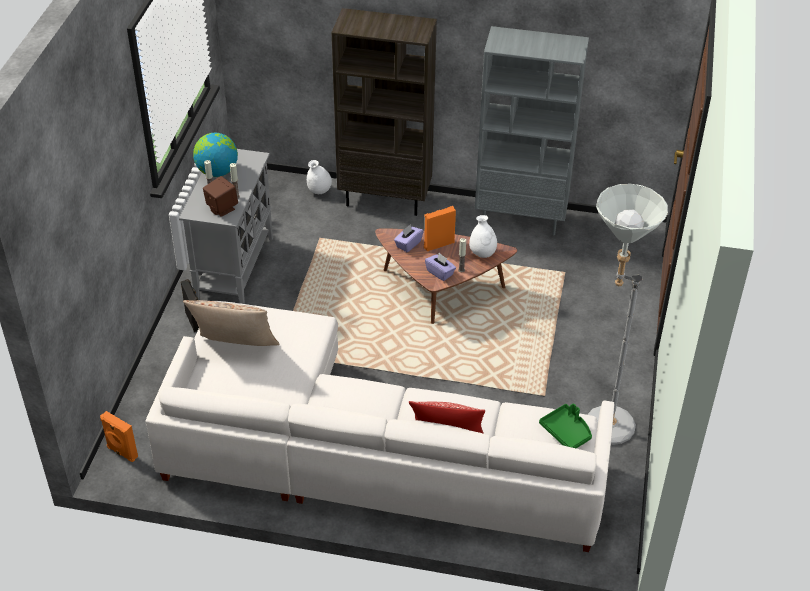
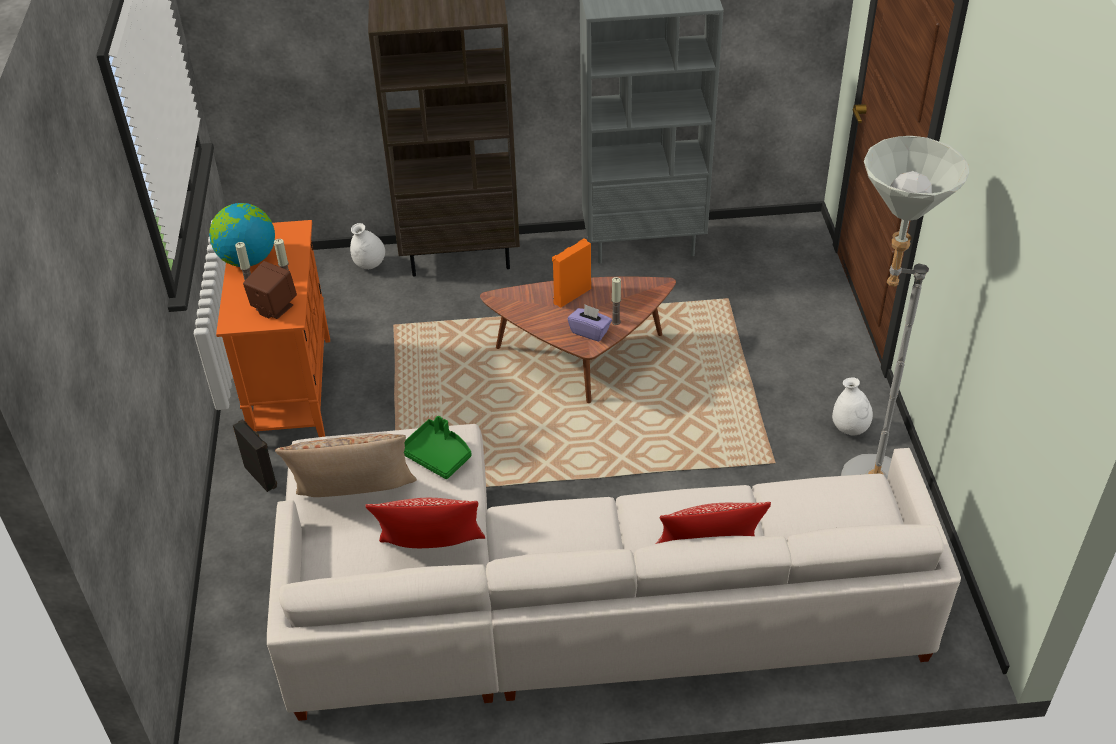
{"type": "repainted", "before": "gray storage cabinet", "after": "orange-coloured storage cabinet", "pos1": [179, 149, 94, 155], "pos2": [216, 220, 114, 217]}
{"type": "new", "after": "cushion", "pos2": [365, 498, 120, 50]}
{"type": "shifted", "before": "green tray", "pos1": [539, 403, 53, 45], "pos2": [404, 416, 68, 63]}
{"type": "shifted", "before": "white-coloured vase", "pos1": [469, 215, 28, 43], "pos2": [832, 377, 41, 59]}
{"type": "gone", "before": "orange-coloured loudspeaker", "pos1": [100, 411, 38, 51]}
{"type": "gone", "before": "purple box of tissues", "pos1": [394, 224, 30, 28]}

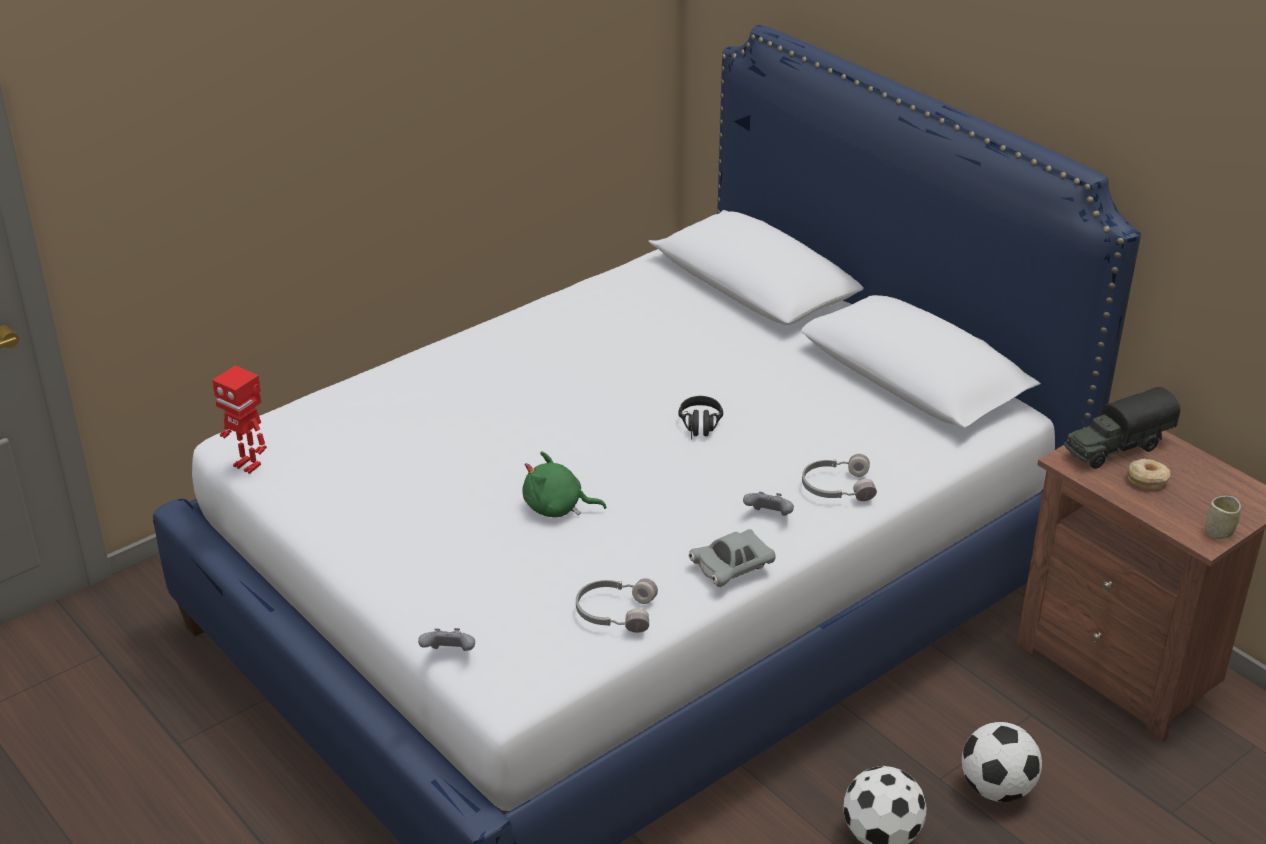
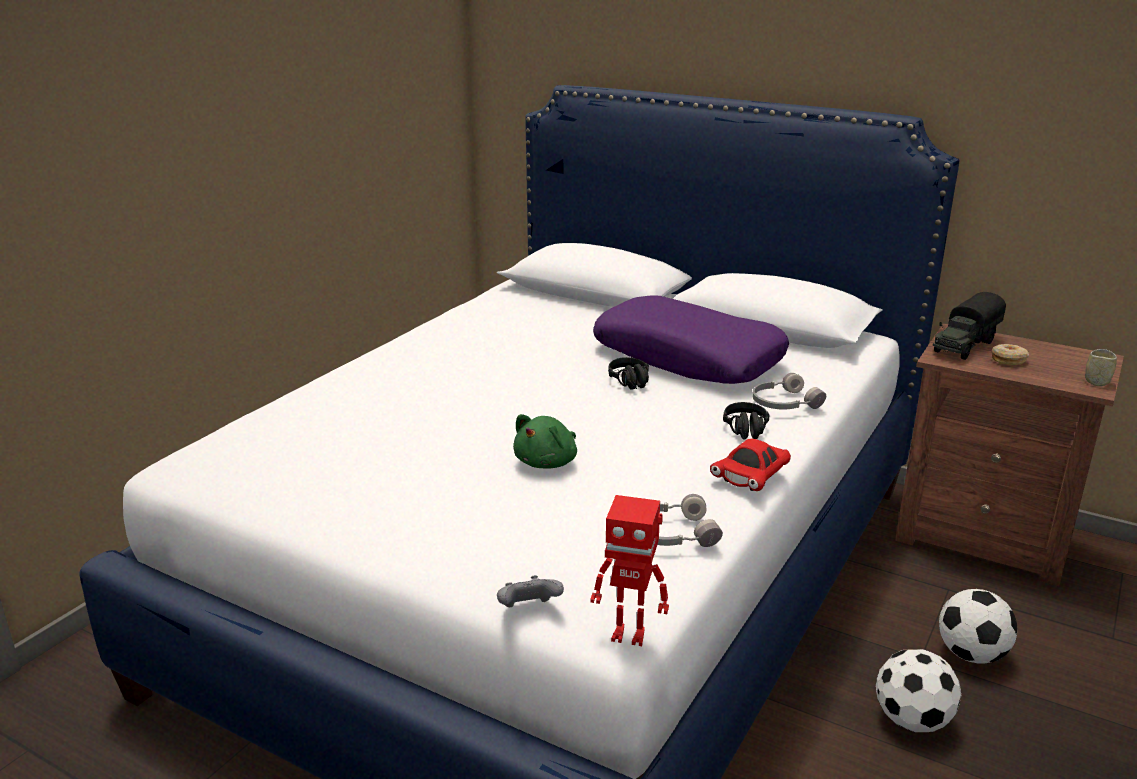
{"type": "rotated", "before": "green cuddly toy", "pos1": [522, 451, 84, 67], "pos2": [513, 414, 64, 55], "turn": -45}
{"type": "shifted", "before": "model robot", "pos1": [212, 365, 55, 109], "pos2": [590, 495, 79, 151]}
{"type": "new", "after": "purple cushion", "pos2": [593, 295, 196, 89]}
{"type": "repainted", "before": "gray toy car", "after": "reddish toy car", "pos1": [689, 529, 87, 58], "pos2": [710, 439, 81, 52]}
{"type": "swapped", "before": "gray gamepad", "after": "black headphones", "pos1": [743, 492, 51, 24], "pos2": [723, 402, 47, 38]}

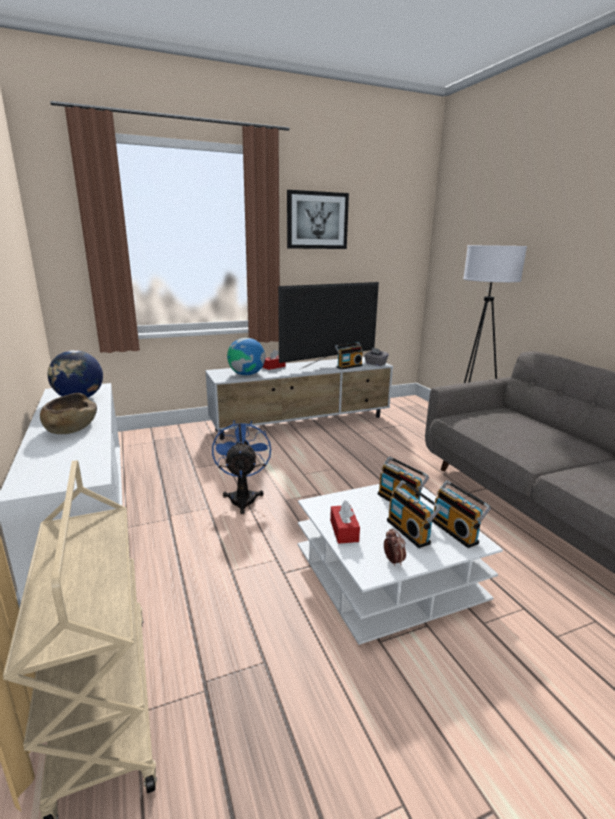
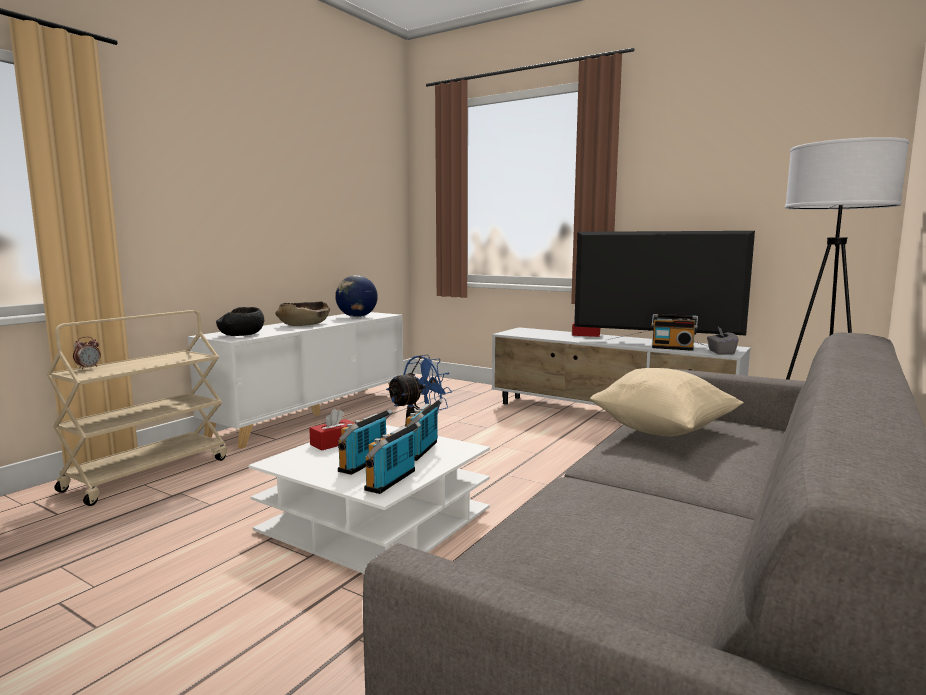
{"type": "shifted", "before": "table clock", "pos1": [384, 529, 22, 37], "pos2": [73, 336, 28, 33]}
{"type": "new", "after": "black bowl", "pos2": [216, 307, 48, 29]}
{"type": "new", "after": "sand-coloured cushion", "pos2": [590, 368, 154, 68]}
{"type": "gone", "before": "desk globe", "pos1": [227, 338, 38, 37]}
{"type": "gone", "before": "picture", "pos1": [287, 190, 62, 59]}

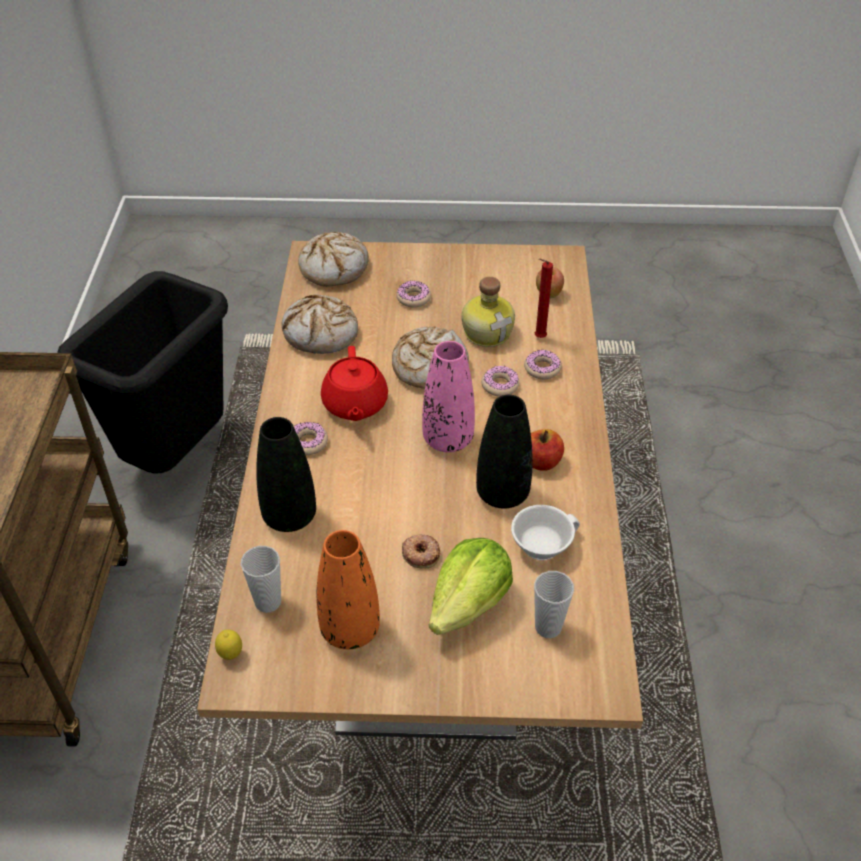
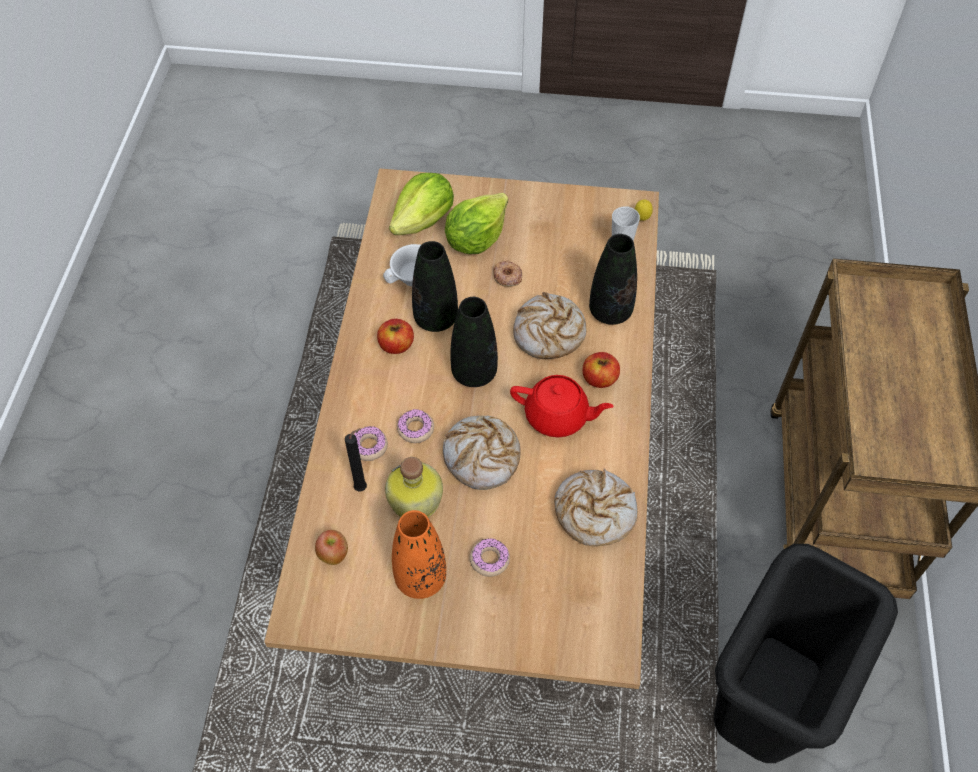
{"type": "repainted", "before": "reddish wax light", "after": "black wax light", "pos1": [535, 259, 18, 79], "pos2": [345, 428, 22, 64]}
{"type": "swapped", "before": "small cup", "after": "head of lettuce", "pos1": [534, 571, 40, 67], "pos2": [389, 173, 65, 62]}
{"type": "shifted", "before": "orange-coloured vase", "pos1": [316, 530, 64, 119], "pos2": [392, 510, 54, 89]}
{"type": "repainted", "before": "pink-coloured vase", "after": "black vase", "pos1": [422, 341, 53, 111], "pos2": [450, 297, 48, 90]}
{"type": "rotated", "before": "reddish teapot", "pos1": [321, 346, 67, 75], "pos2": [510, 375, 104, 62], "turn": 105}
{"type": "shifted", "before": "baked bread", "pos1": [298, 232, 71, 55], "pos2": [513, 292, 73, 67]}
{"type": "swapped", "before": "donut", "after": "apple", "pos1": [294, 422, 34, 33], "pos2": [582, 352, 38, 36]}

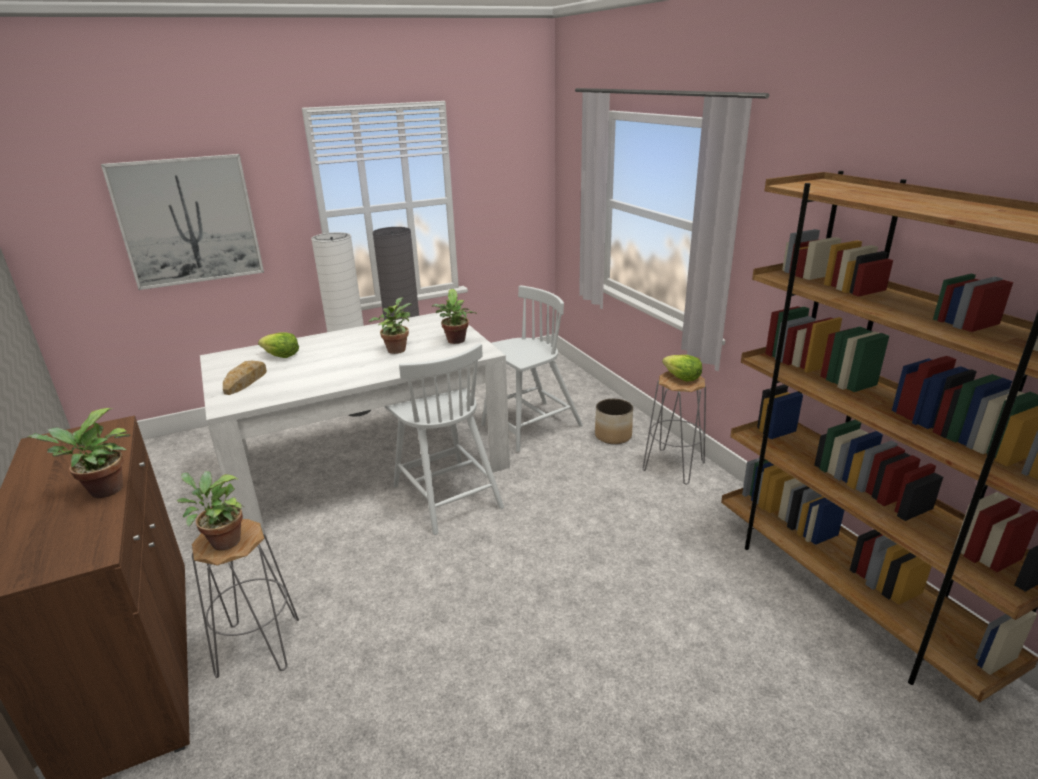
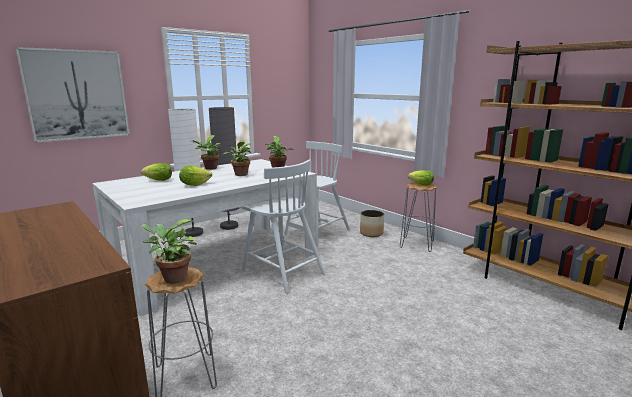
{"type": "new", "after": "head of lettuce", "pos2": [179, 165, 33, 21]}
{"type": "shifted", "before": "houseplant", "pos1": [27, 408, 104, 90], "pos2": [193, 135, 28, 35]}
{"type": "gone", "before": "baked bread", "pos1": [223, 361, 44, 34]}

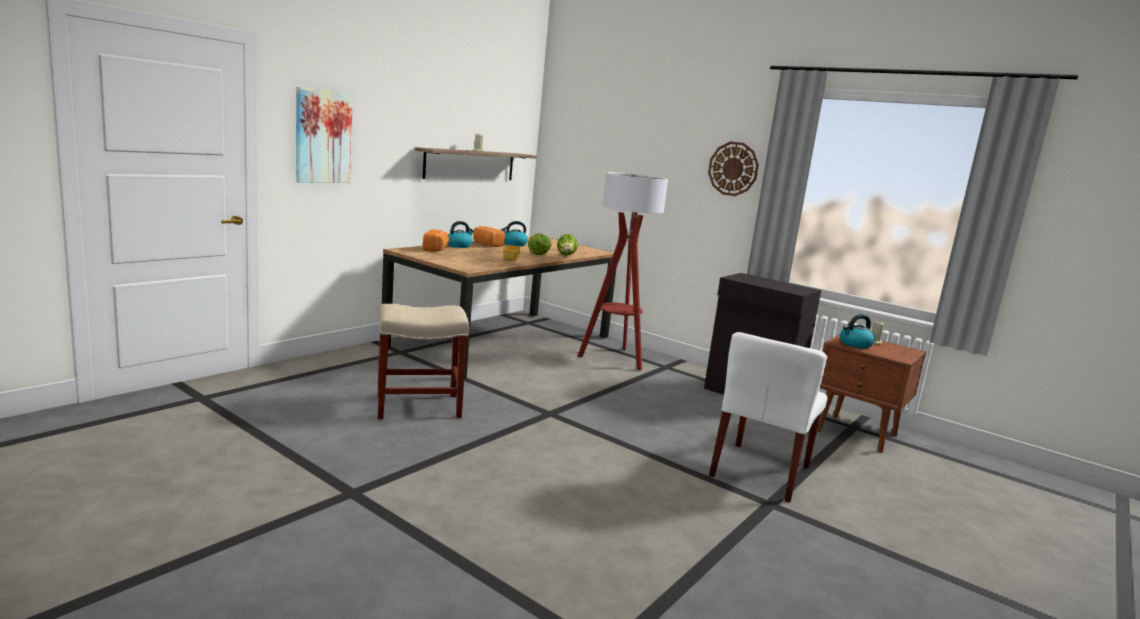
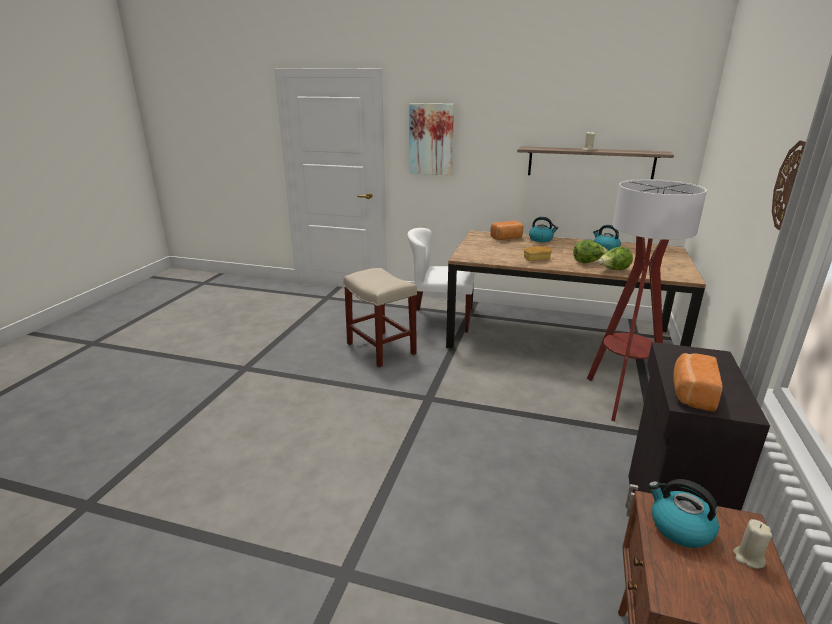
{"type": "shifted", "before": "white-coloured chair", "pos1": [709, 332, 118, 171], "pos2": [407, 228, 68, 105]}
{"type": "shifted", "before": "baked bread", "pos1": [473, 226, 32, 21], "pos2": [674, 353, 48, 59]}

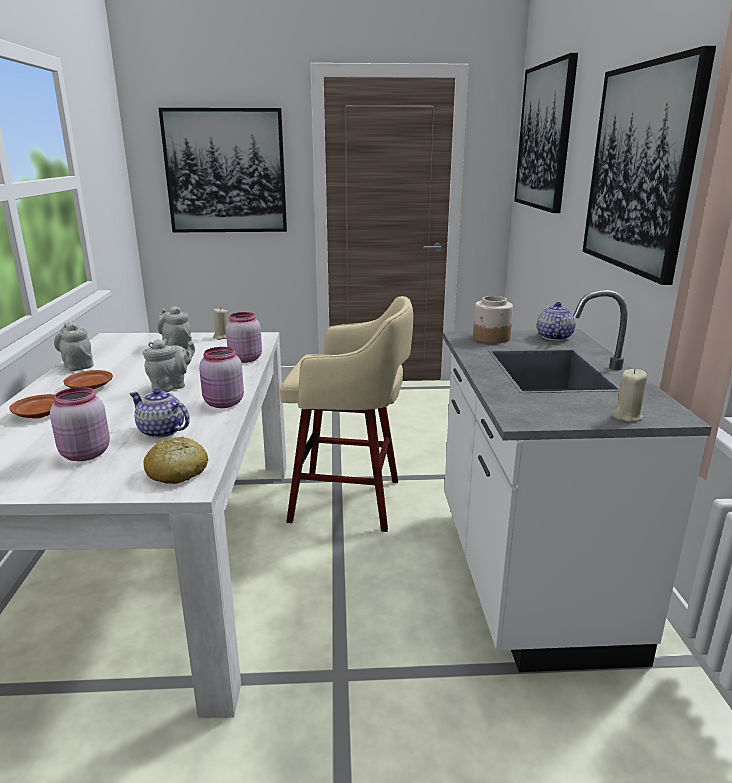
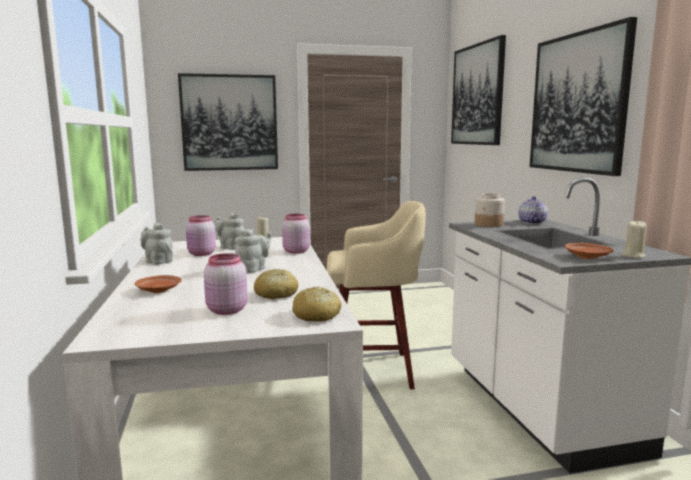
{"type": "shifted", "before": "pink-coloured storage jar", "pos1": [199, 347, 45, 61], "pos2": [186, 215, 30, 41]}
{"type": "swapped", "before": "teapot", "after": "baked bread", "pos1": [129, 388, 61, 50], "pos2": [254, 269, 44, 30]}
{"type": "shifted", "before": "brownish dinner plate", "pos1": [63, 370, 50, 19], "pos2": [565, 243, 49, 16]}

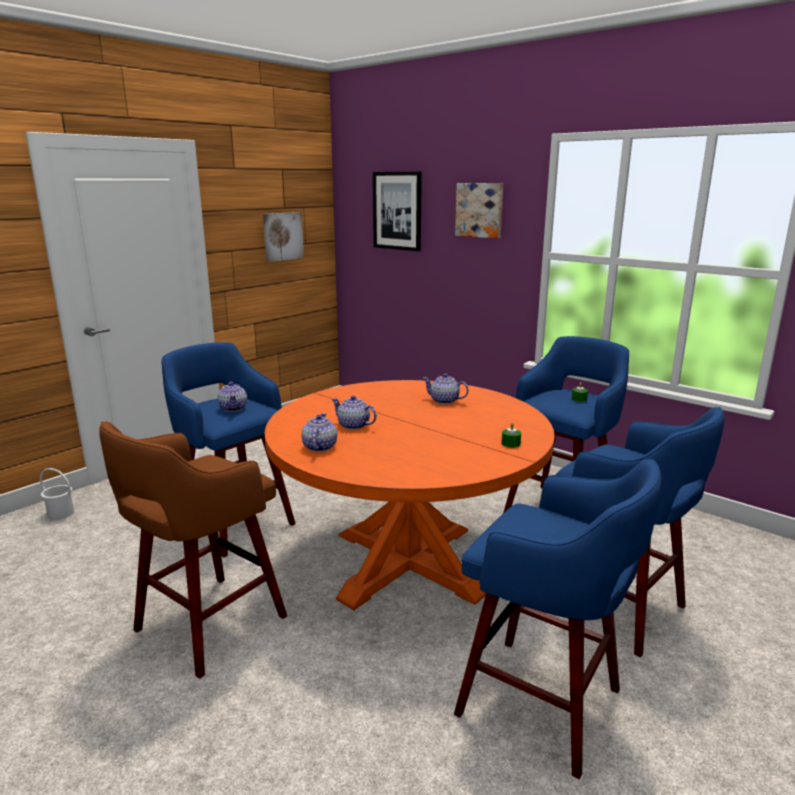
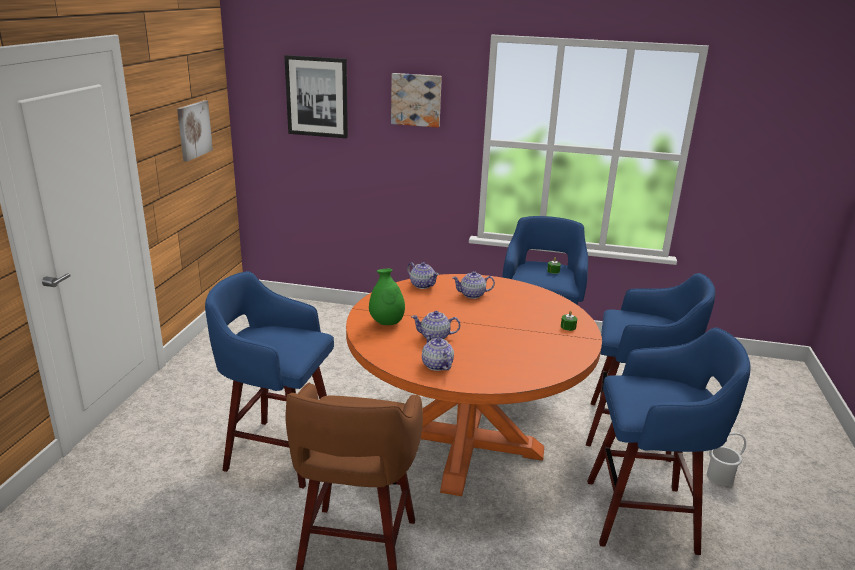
{"type": "new", "after": "green vase", "pos2": [369, 269, 36, 56]}
{"type": "shifted", "before": "teapot", "pos1": [217, 382, 30, 30], "pos2": [407, 262, 32, 27]}
{"type": "shifted", "before": "white-coloured bucket", "pos1": [40, 468, 34, 52], "pos2": [707, 432, 39, 54]}

